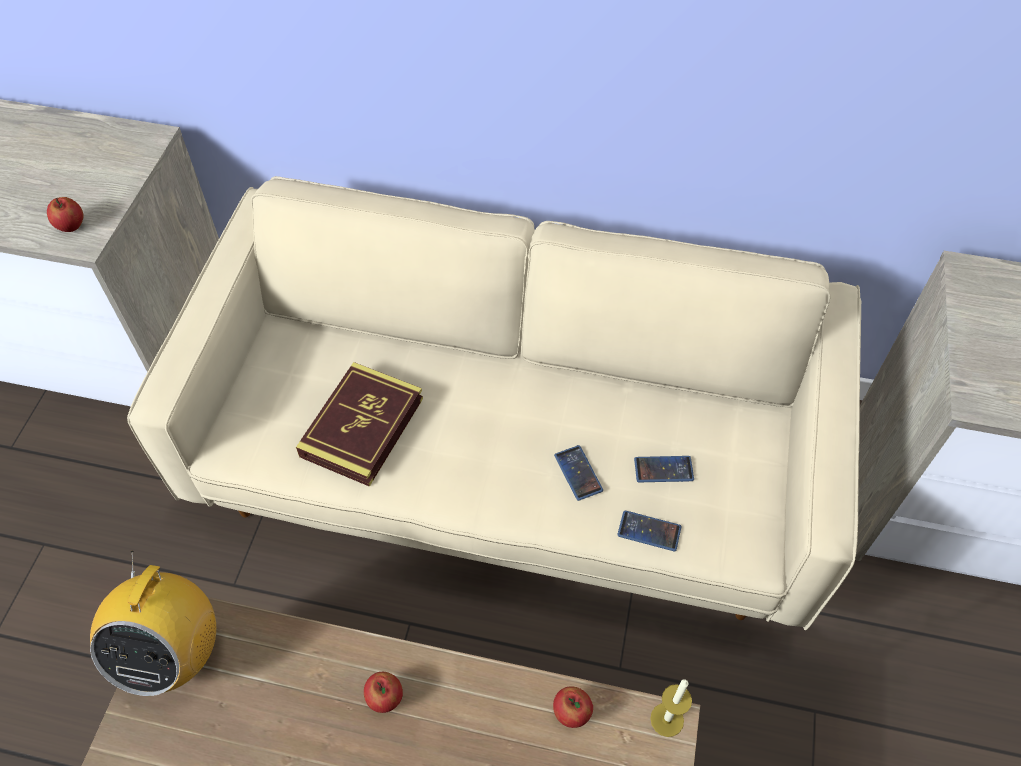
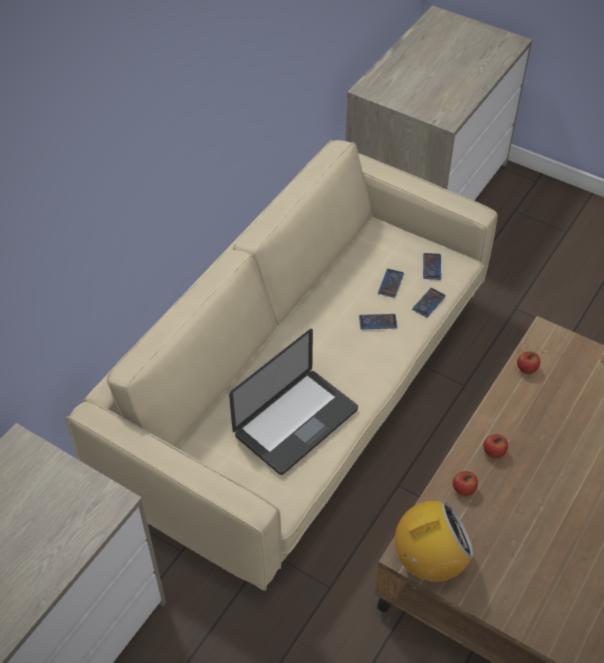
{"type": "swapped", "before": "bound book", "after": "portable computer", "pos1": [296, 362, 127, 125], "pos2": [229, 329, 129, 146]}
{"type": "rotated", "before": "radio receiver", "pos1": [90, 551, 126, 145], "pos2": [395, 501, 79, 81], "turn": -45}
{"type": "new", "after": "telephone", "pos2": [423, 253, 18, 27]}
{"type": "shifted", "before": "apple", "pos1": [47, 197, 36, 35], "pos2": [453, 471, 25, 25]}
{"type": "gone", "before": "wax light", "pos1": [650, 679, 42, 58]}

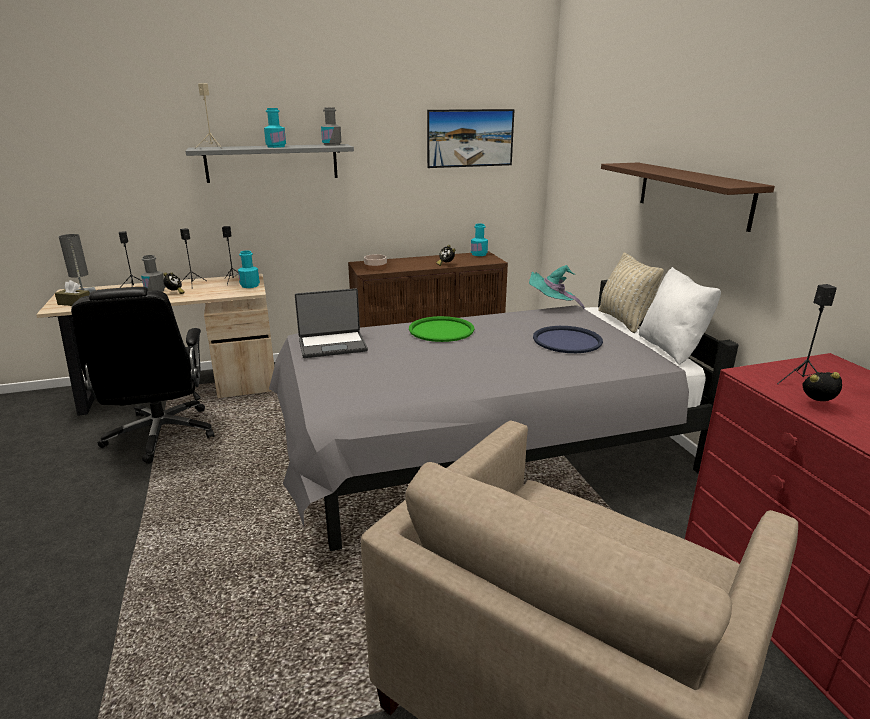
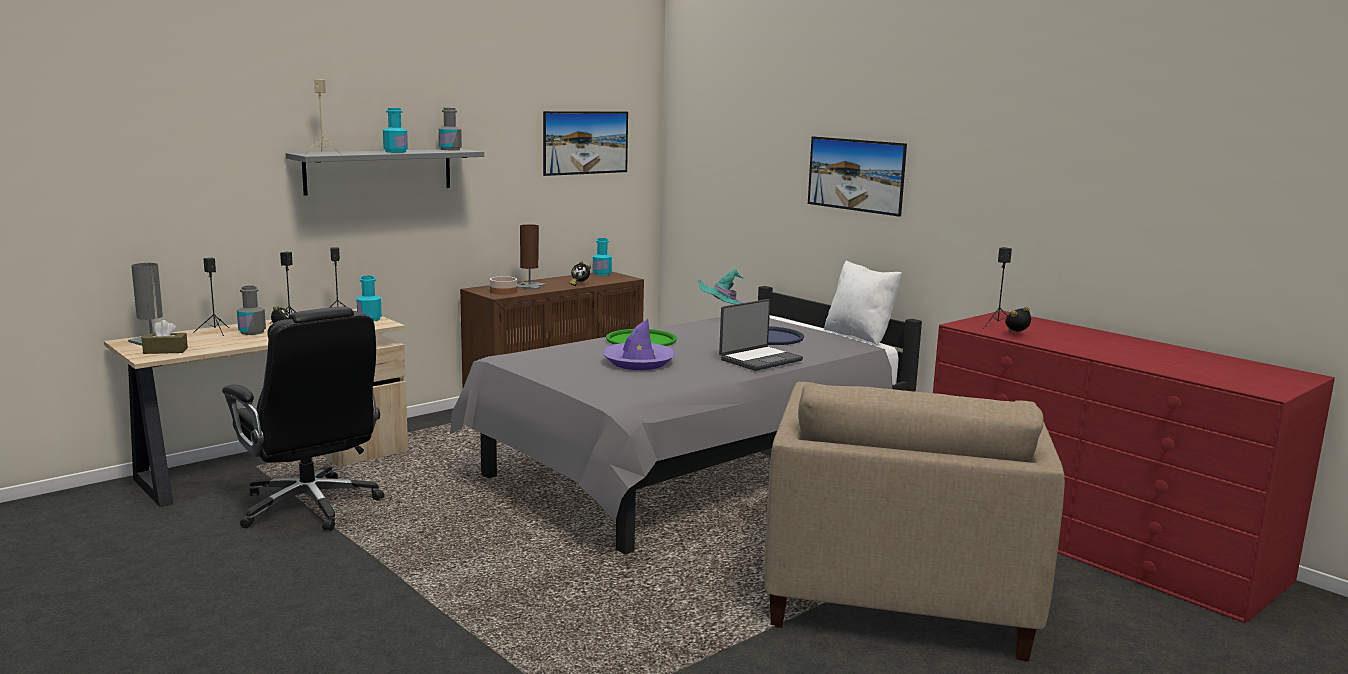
{"type": "new", "after": "brownish tabletop lamp", "pos2": [517, 224, 28, 66]}
{"type": "new", "after": "purple clothing hat", "pos2": [602, 319, 73, 51]}
{"type": "shifted", "before": "portable computer", "pos1": [295, 288, 73, 70], "pos2": [719, 299, 84, 72]}
{"type": "swapped", "before": "brownish shelf", "after": "picture", "pos1": [601, 163, 174, 69], "pos2": [808, 136, 99, 81]}
{"type": "gone", "before": "sand-coloured cushion", "pos1": [598, 252, 66, 81]}

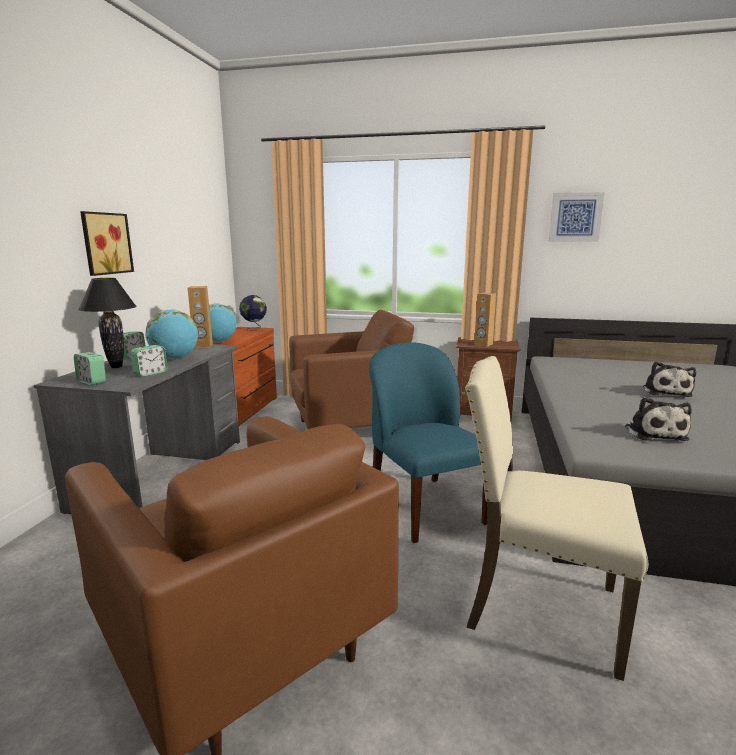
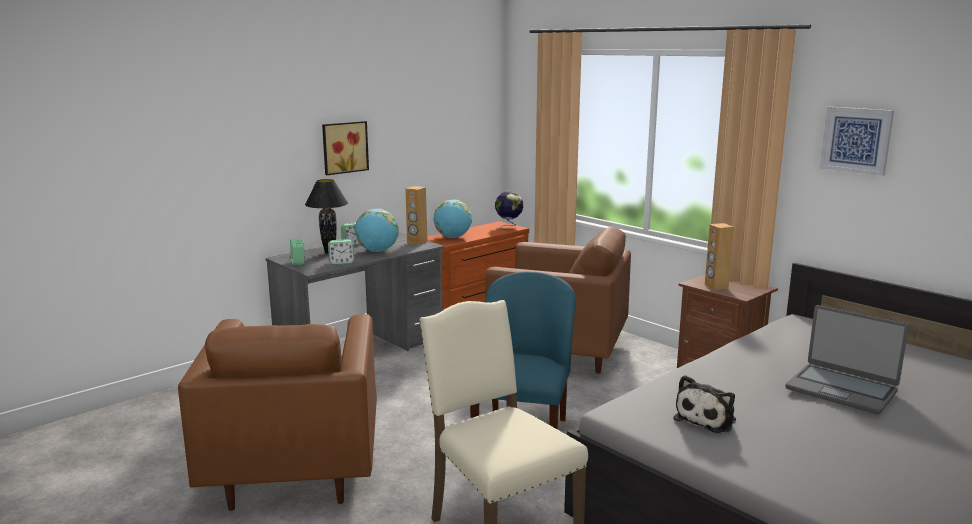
{"type": "swapped", "before": "cuddly toy", "after": "portable computer", "pos1": [643, 362, 53, 35], "pos2": [785, 305, 124, 109]}

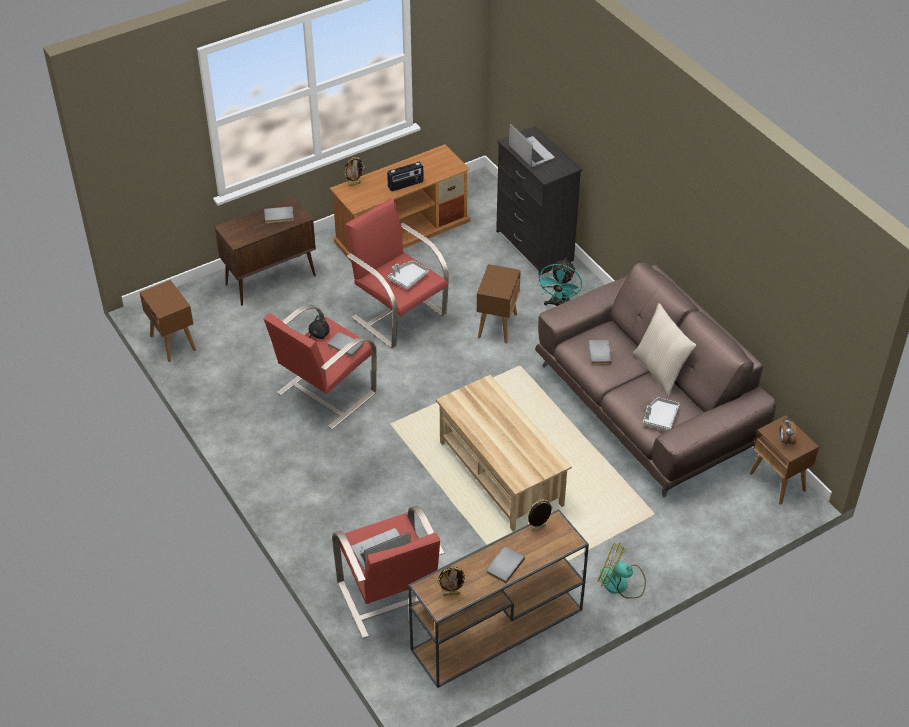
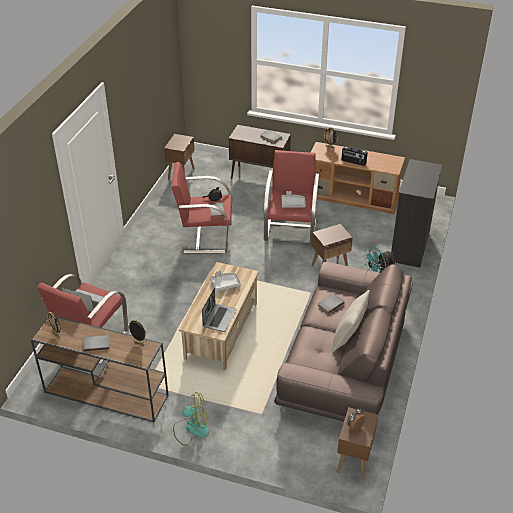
{"type": "rotated", "before": "cooling fan", "pos1": [597, 542, 49, 57], "pos2": [173, 392, 36, 54], "turn": 105}
{"type": "shifted", "before": "portable computer", "pos1": [509, 123, 46, 44], "pos2": [202, 288, 35, 44]}
{"type": "shifted", "before": "gray tray", "pos1": [643, 397, 37, 34], "pos2": [210, 270, 31, 21]}

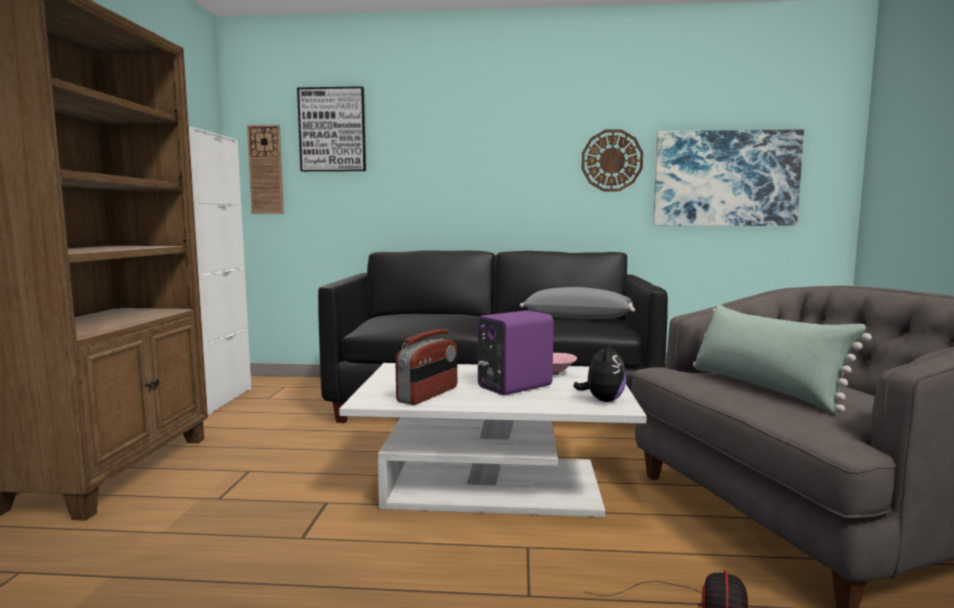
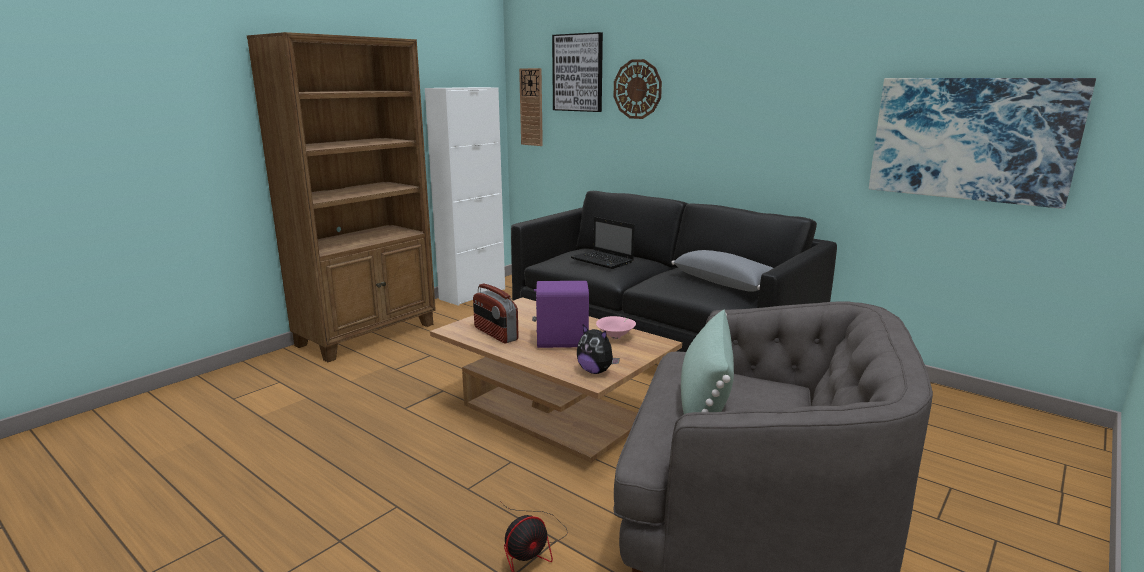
{"type": "repainted", "before": "white-coloured low table", "after": "brownish low table", "pos1": [339, 363, 308, 154], "pos2": [430, 297, 252, 166]}
{"type": "rotated", "before": "radio receiver", "pos1": [395, 329, 62, 76], "pos2": [473, 284, 46, 59], "turn": 75}
{"type": "new", "after": "portable computer", "pos2": [571, 217, 64, 52]}
{"type": "rotated", "before": "cuddly toy", "pos1": [573, 342, 53, 60], "pos2": [577, 324, 43, 50], "turn": 75}
{"type": "shifted", "before": "clock on the wall", "pos1": [581, 129, 62, 62], "pos2": [614, 59, 48, 60]}

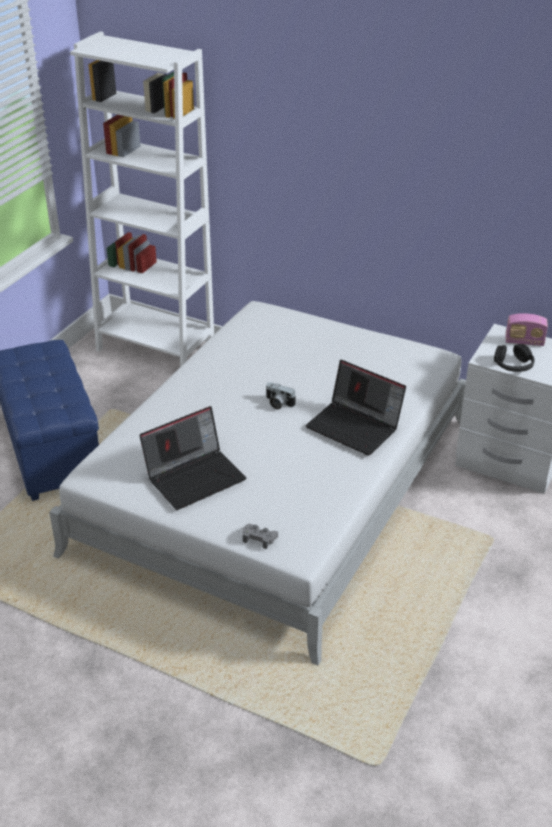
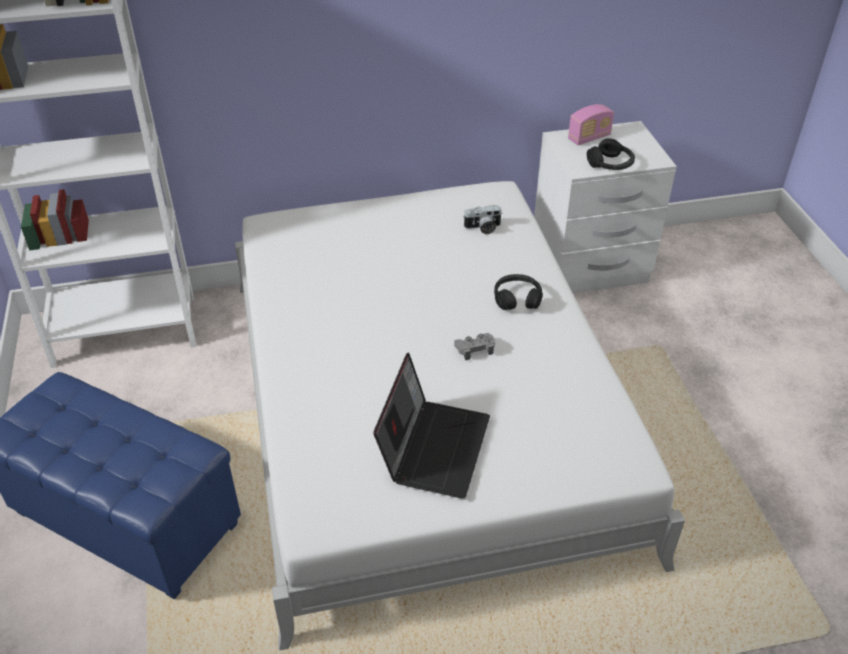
{"type": "shifted", "before": "gray gamepad", "pos1": [242, 524, 36, 25], "pos2": [454, 333, 41, 27]}
{"type": "shifted", "before": "photo camera", "pos1": [266, 382, 30, 28], "pos2": [464, 205, 37, 29]}
{"type": "swapped", "before": "portable computer", "after": "black headphones", "pos1": [306, 360, 100, 96], "pos2": [494, 274, 49, 36]}

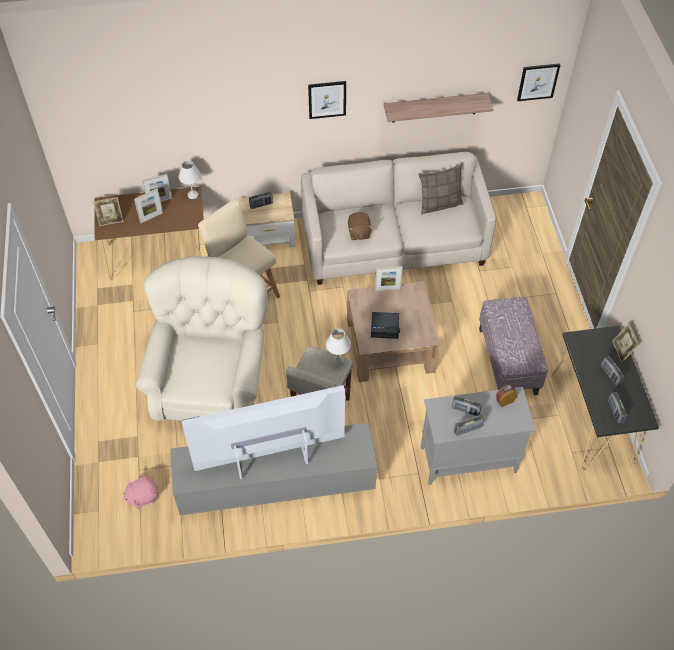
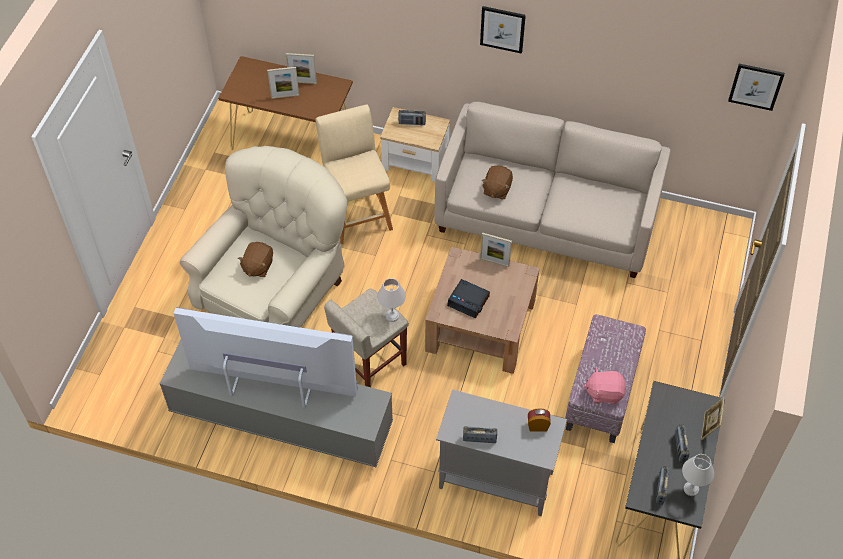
{"type": "new", "after": "brownish cuddly toy", "pos2": [238, 242, 35, 35]}
{"type": "shifted", "before": "pink-coloured cuddly toy", "pos1": [123, 476, 35, 33], "pos2": [584, 368, 42, 36]}
{"type": "shifted", "before": "white-coloured tabletop lamp", "pos1": [178, 160, 23, 39], "pos2": [682, 454, 32, 42]}
{"type": "gone", "before": "standing frame", "pos1": [93, 197, 30, 29]}
{"type": "gone", "before": "shelf", "pos1": [384, 93, 109, 30]}
{"type": "gone", "before": "cushion", "pos1": [418, 163, 46, 52]}
{"type": "gone", "before": "radio receiver", "pos1": [452, 396, 30, 20]}

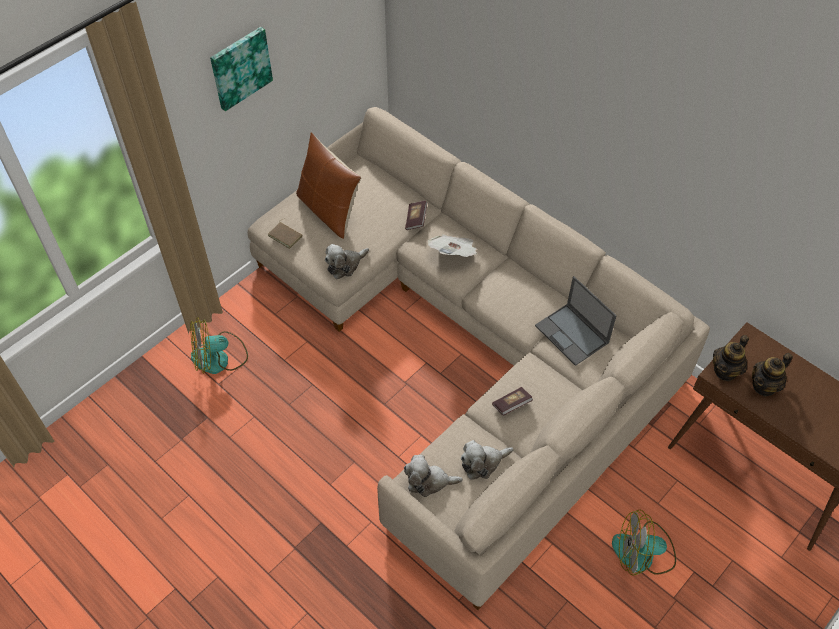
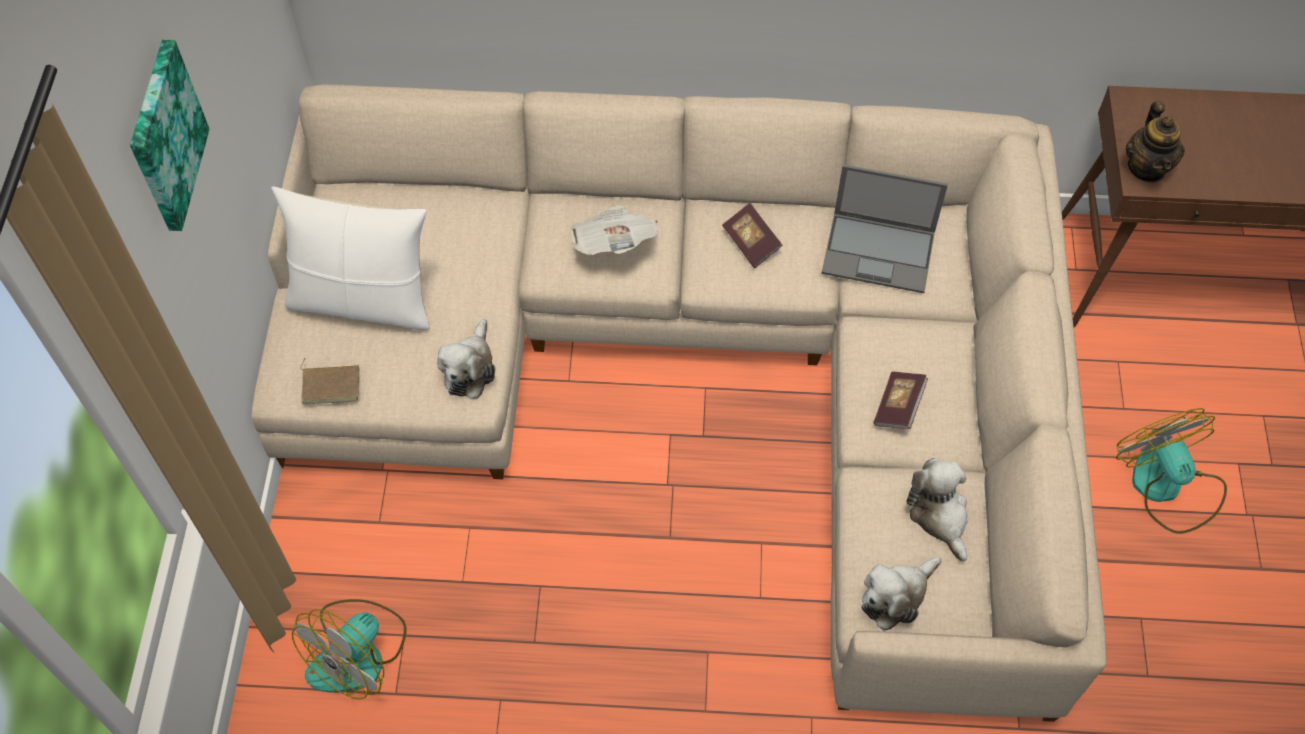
{"type": "repainted", "before": "brownish cushion", "after": "white-coloured cushion", "pos1": [296, 132, 65, 107], "pos2": [271, 186, 159, 144]}
{"type": "shifted", "before": "bound book", "pos1": [405, 200, 22, 30], "pos2": [722, 203, 61, 65]}
{"type": "rotated", "before": "cuddly toy", "pos1": [461, 440, 52, 39], "pos2": [906, 458, 62, 104], "turn": 135}
{"type": "rotated", "before": "cooling fan", "pos1": [612, 509, 64, 67], "pos2": [1116, 408, 111, 126], "turn": 105}
{"type": "gone", "before": "teapot", "pos1": [752, 353, 41, 44]}

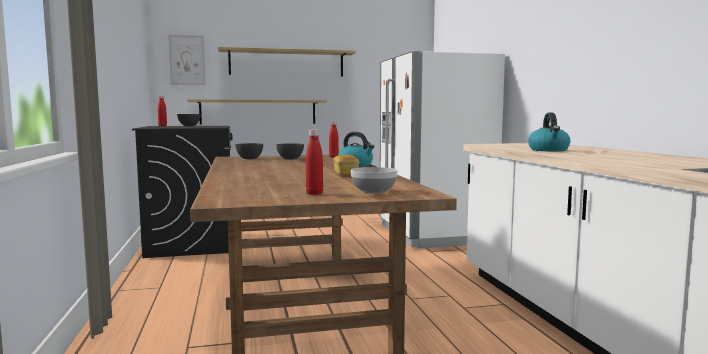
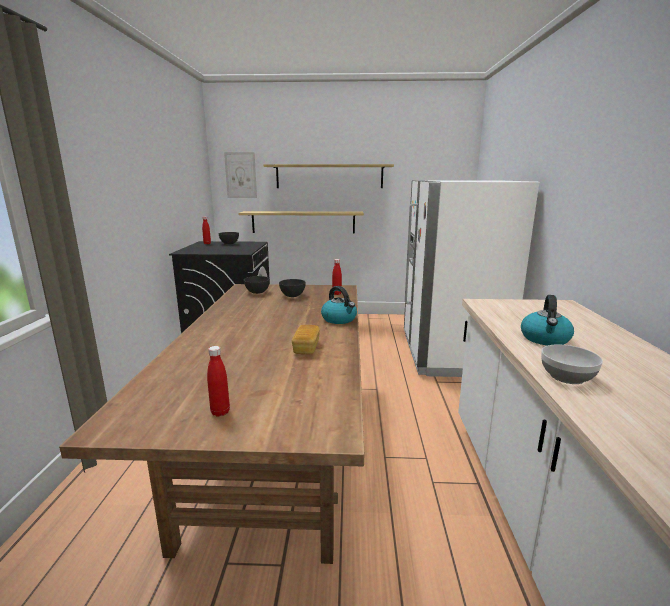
{"type": "shifted", "before": "bowl", "pos1": [351, 167, 47, 26], "pos2": [541, 344, 62, 40]}

